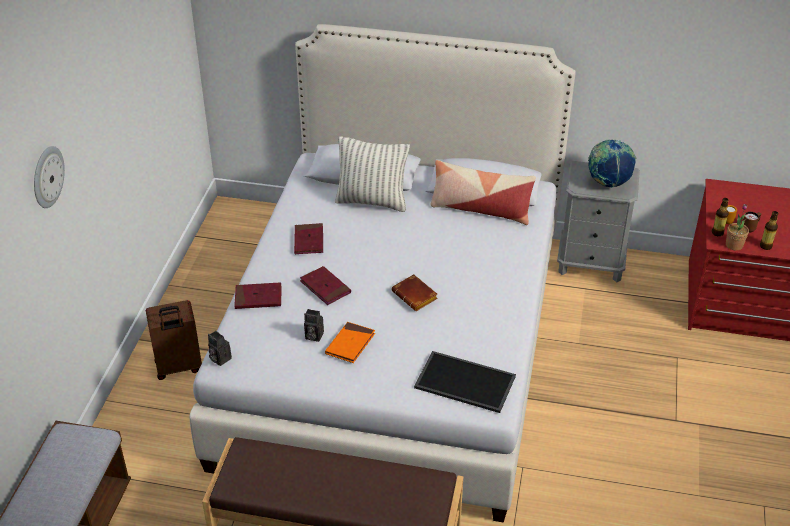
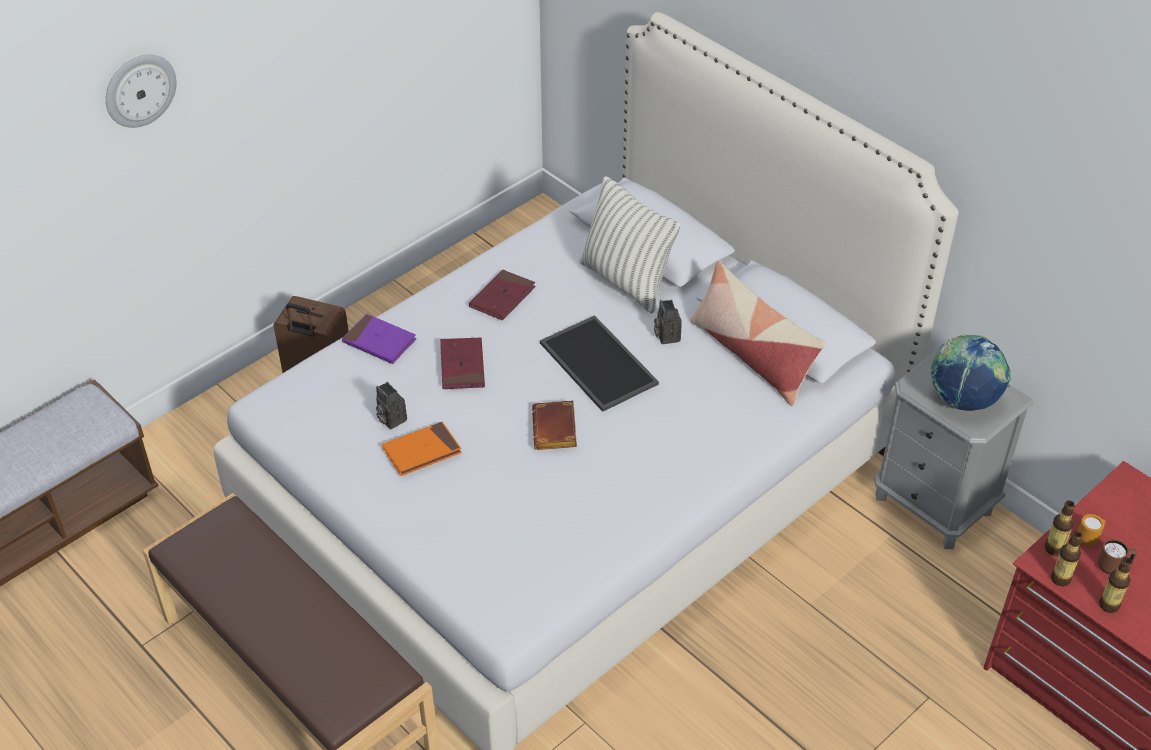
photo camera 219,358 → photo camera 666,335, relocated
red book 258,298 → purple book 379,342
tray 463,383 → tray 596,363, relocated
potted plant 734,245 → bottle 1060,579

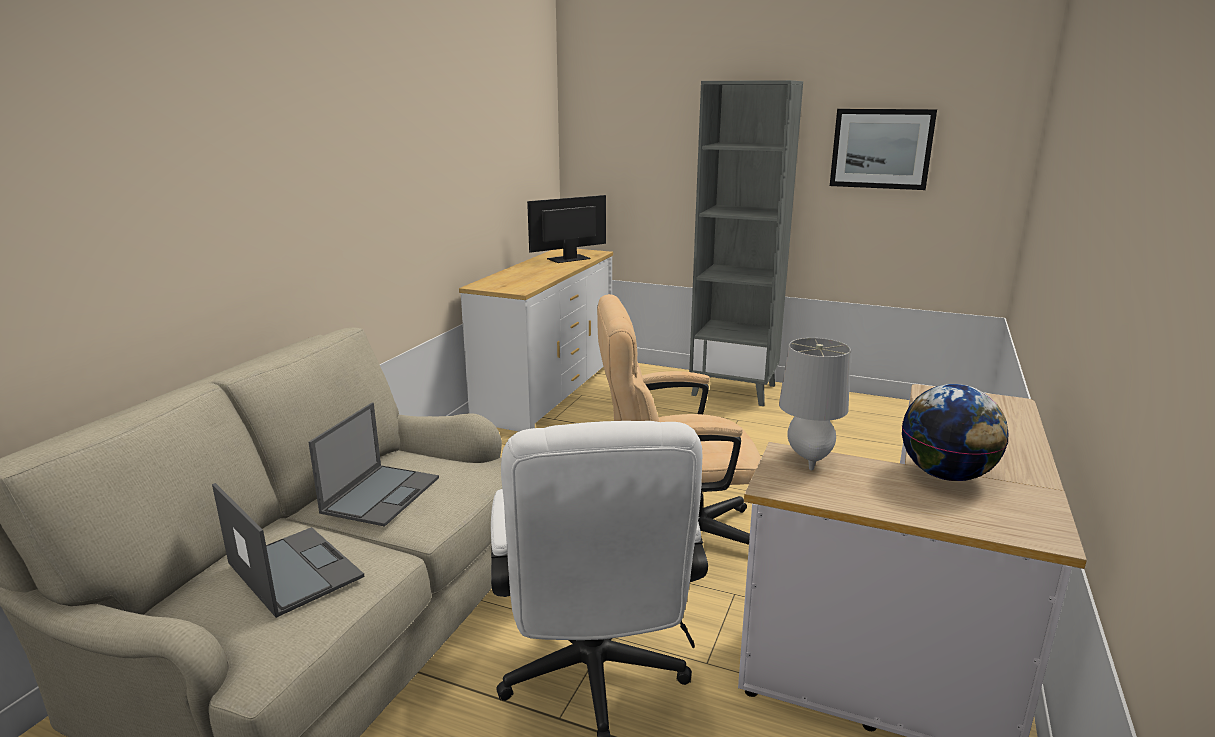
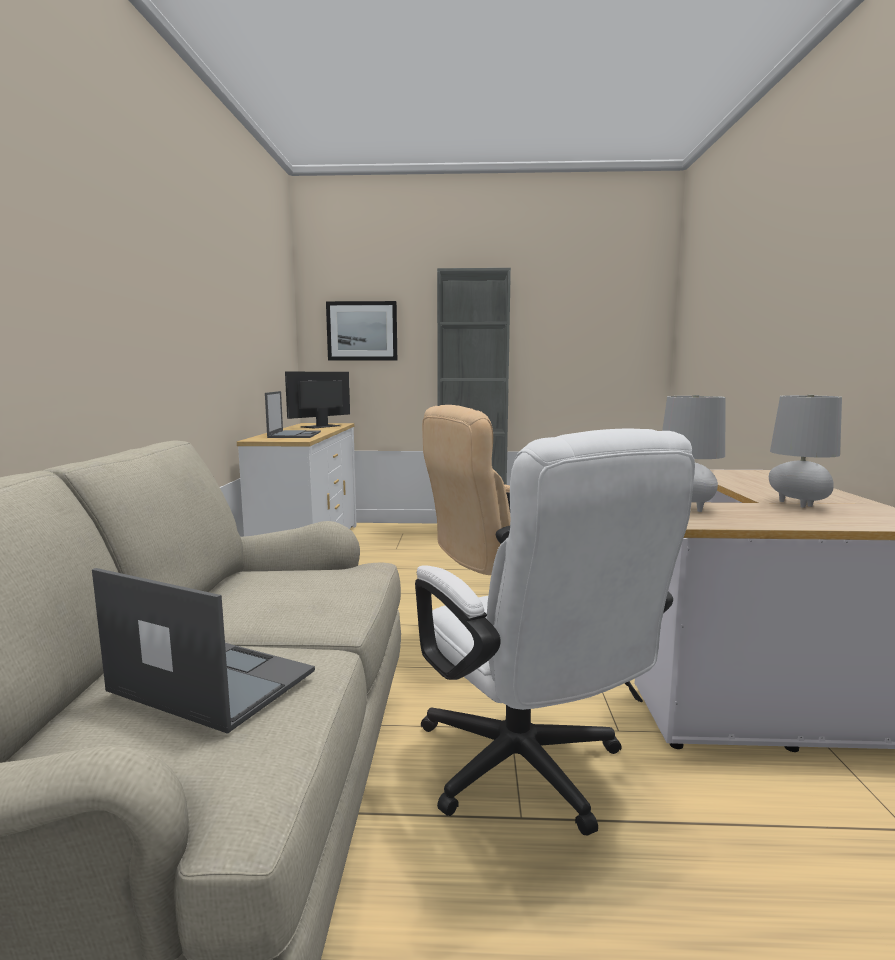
laptop 381,494 → laptop 295,435, relocated
picture 881,148 → picture 362,331, relocated
globe 946,475 → grey table lamp 798,504

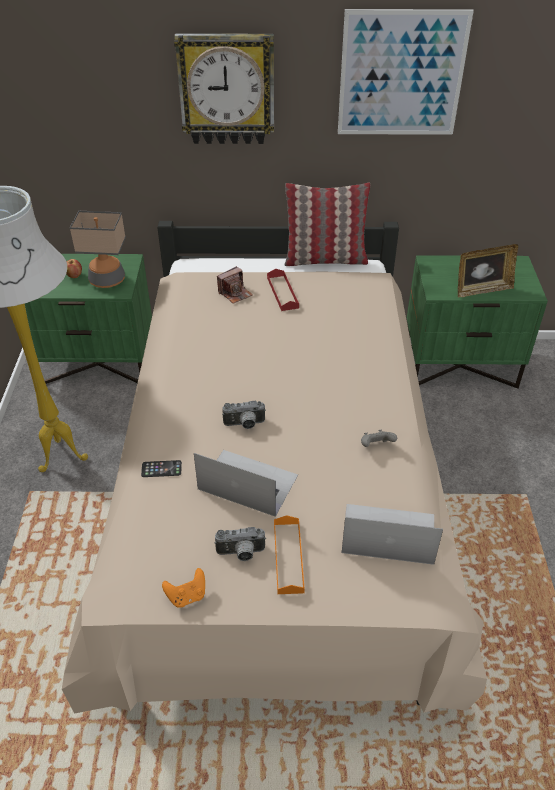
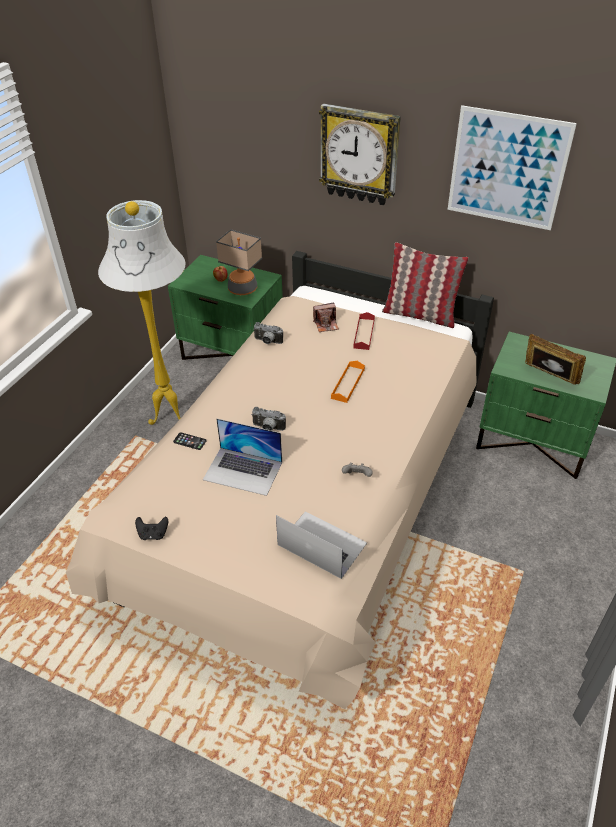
orange game controller 187,596 → black game controller 153,534
laptop 247,482 → laptop 243,471, 150 degrees clockwise
photo camera 241,554 → photo camera 267,342, relocated
orange tray 288,557 → orange tray 348,383, relocated
picture frame 482,290 → picture frame 548,377, 150 degrees counterclockwise

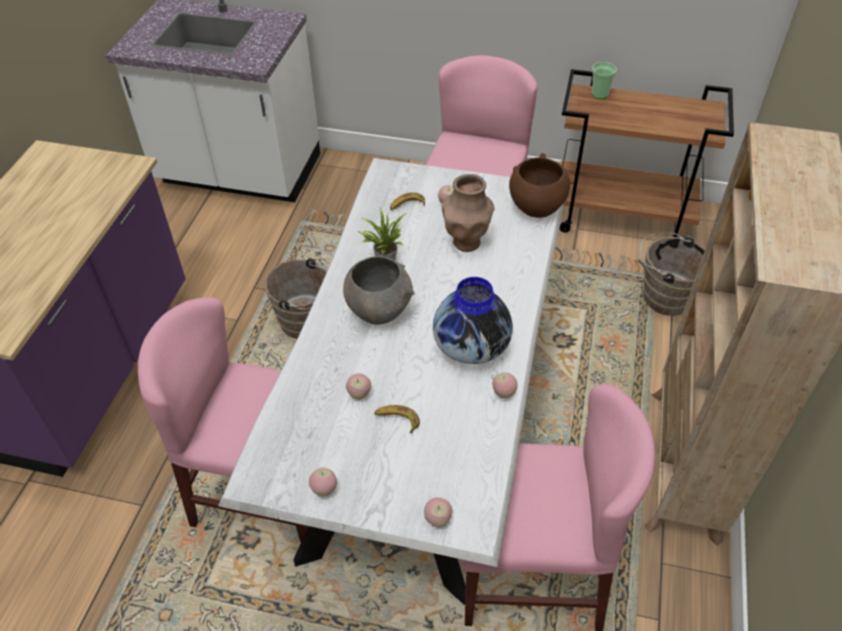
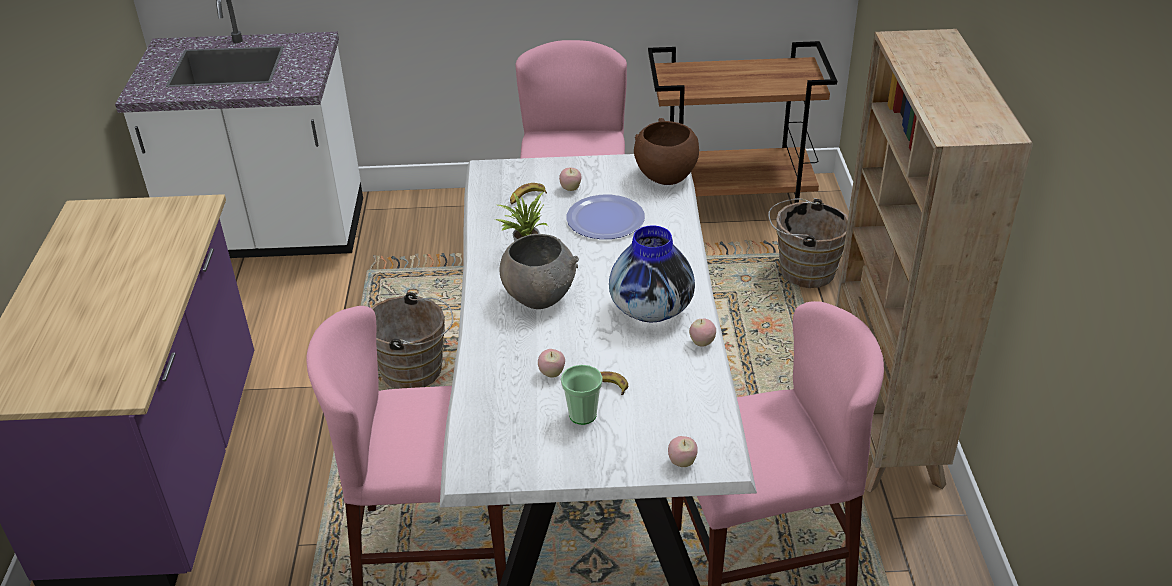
apple 324,489 → -
brown vase 466,241 → plate 605,219
cup 599,94 → cup 582,415, relocated

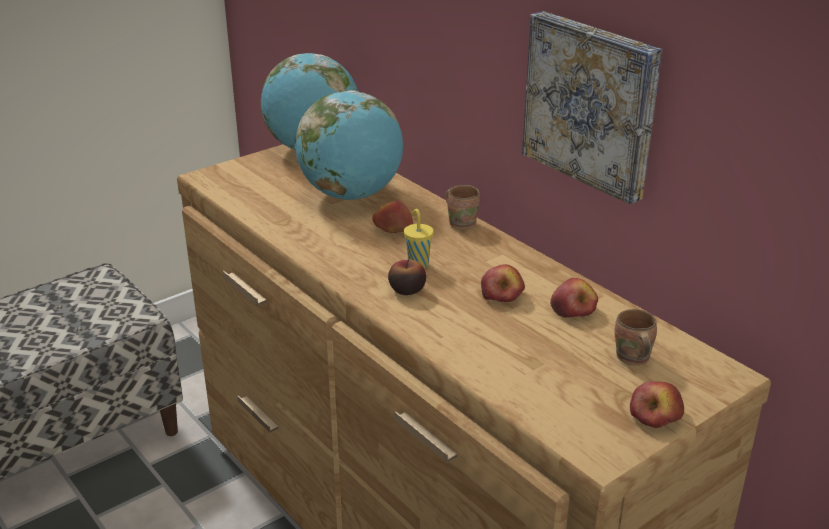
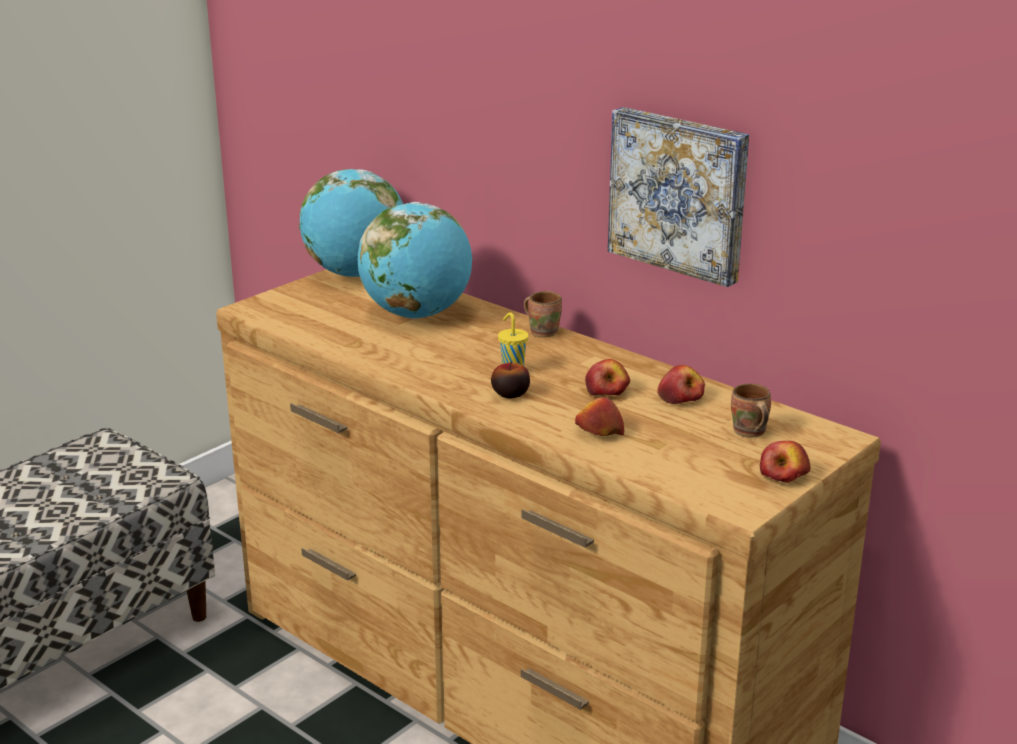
apple 392,229 → apple 599,431, relocated

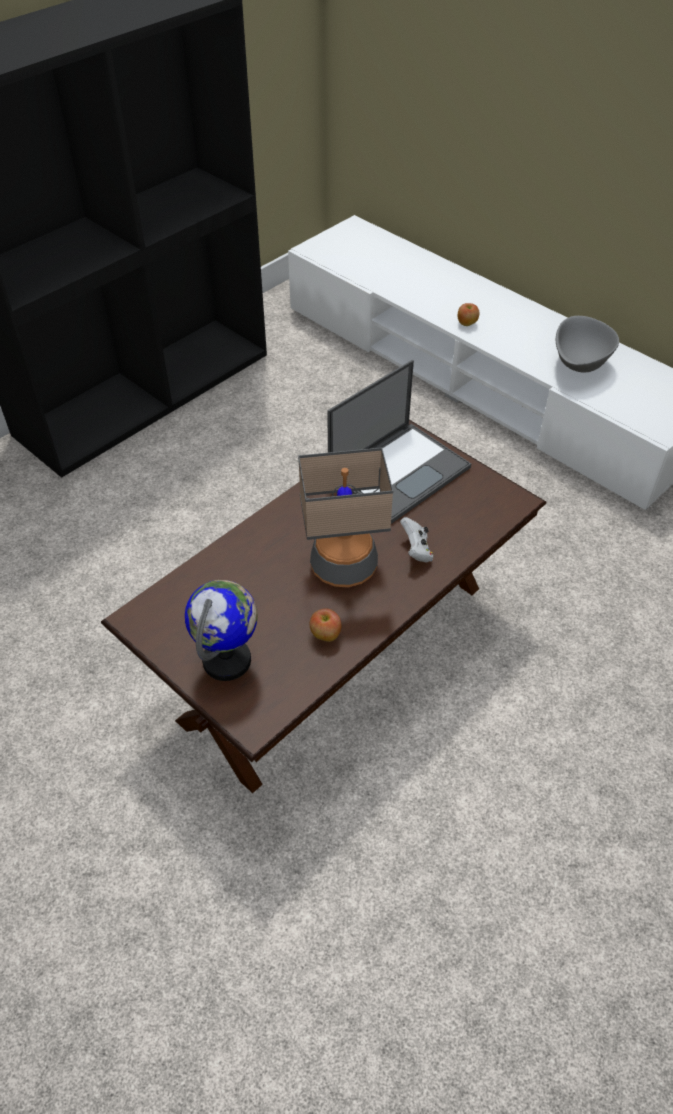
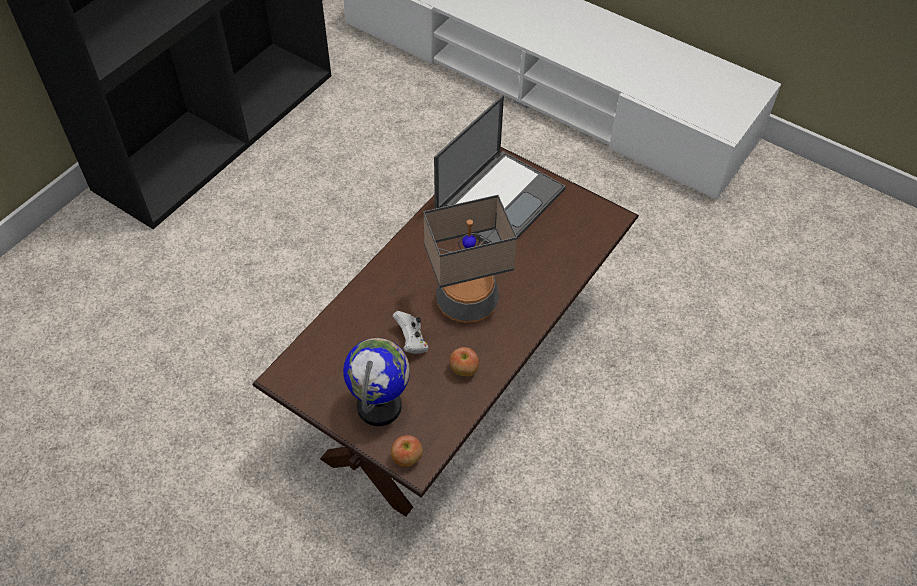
white game controller 416,550 → white game controller 411,341, relocated
apple 467,323 → apple 407,458, relocated
grey bowl 578,366 → -

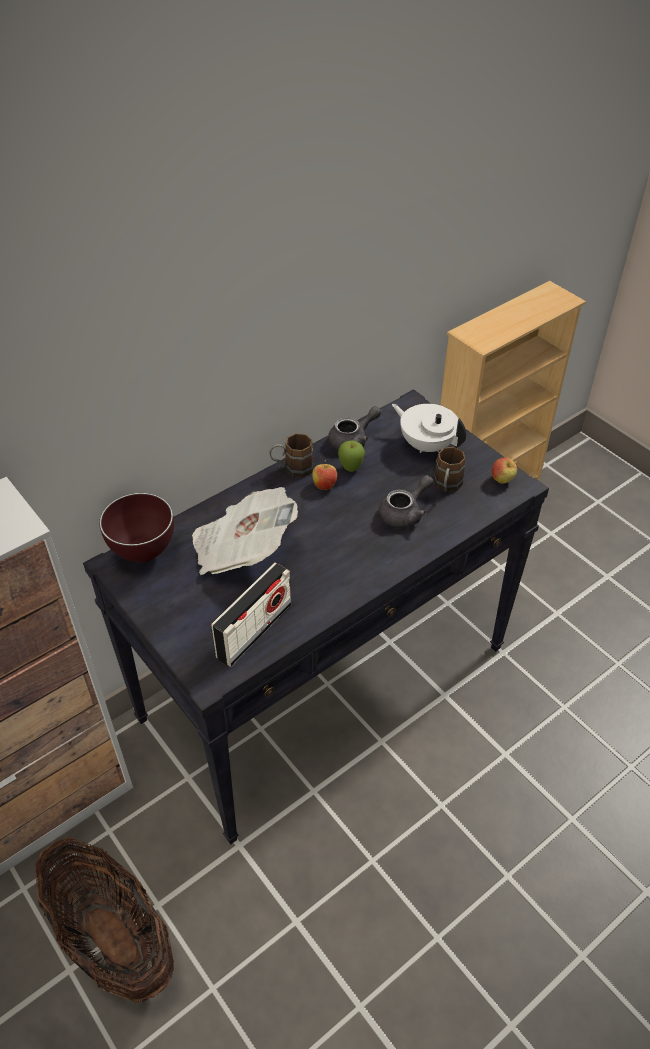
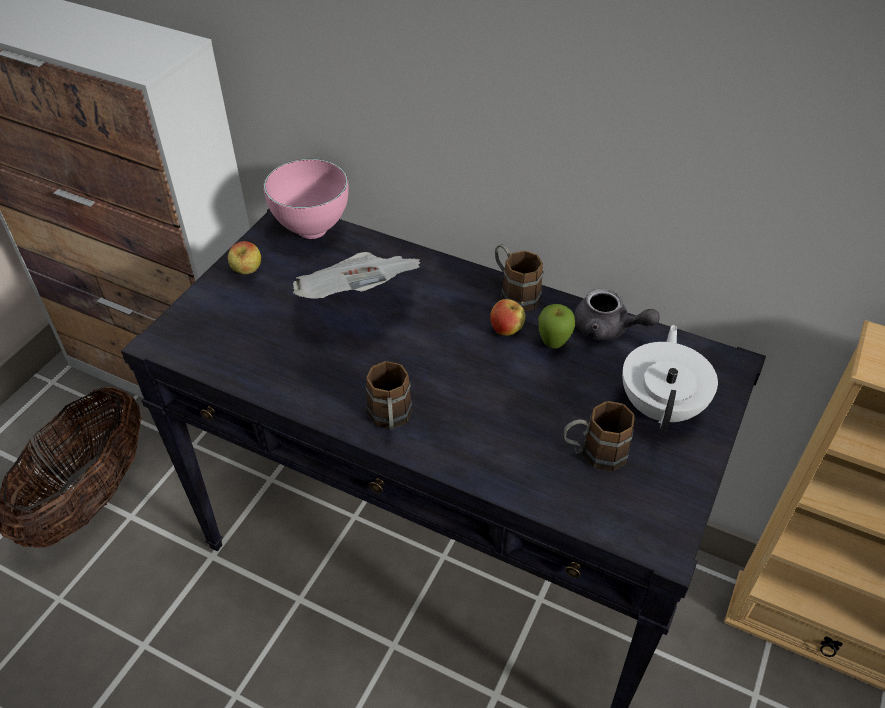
brown bowl 142,554 → pink bowl 310,231
radio 254,630 → -
grey teapot 405,513 → -
apple 502,480 → apple 247,272, relocated
- → brown mug 390,420

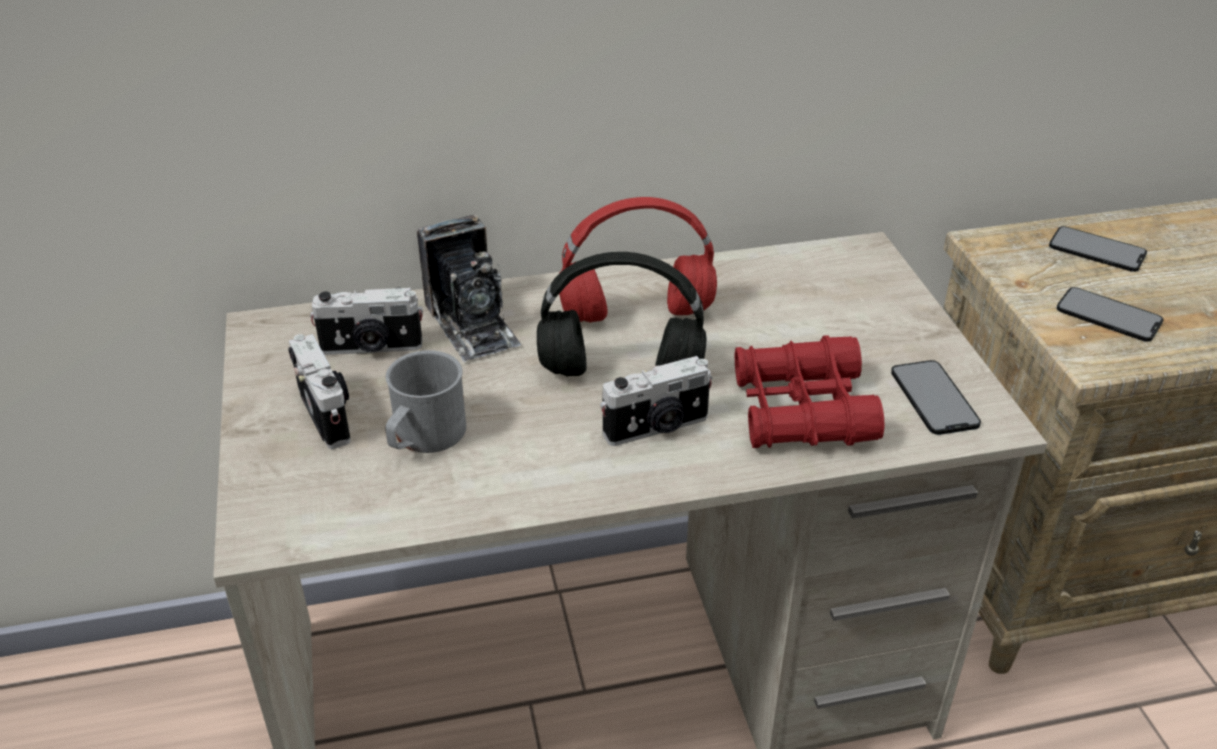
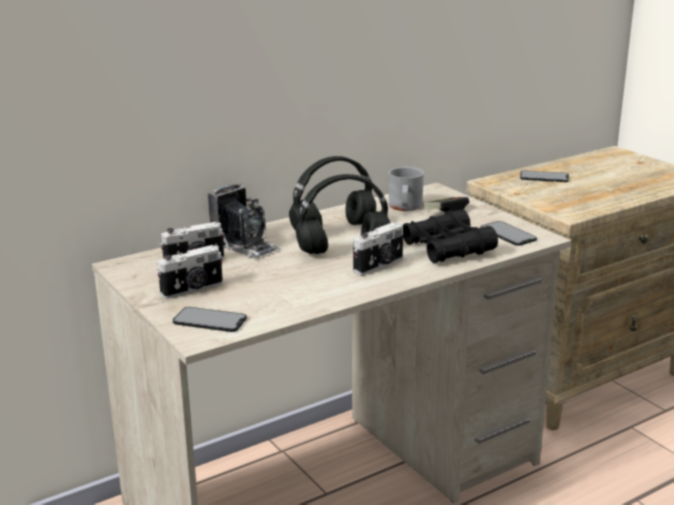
photo camera 327,413 → photo camera 193,289, 105 degrees clockwise
grey mug 424,438 → grey mug 405,207, relocated
red headphones 634,315 → black headphones 332,229
red binoculars 801,410 → black binoculars 447,248
phone 1109,315 → phone 209,320, relocated
- → game controller 445,211

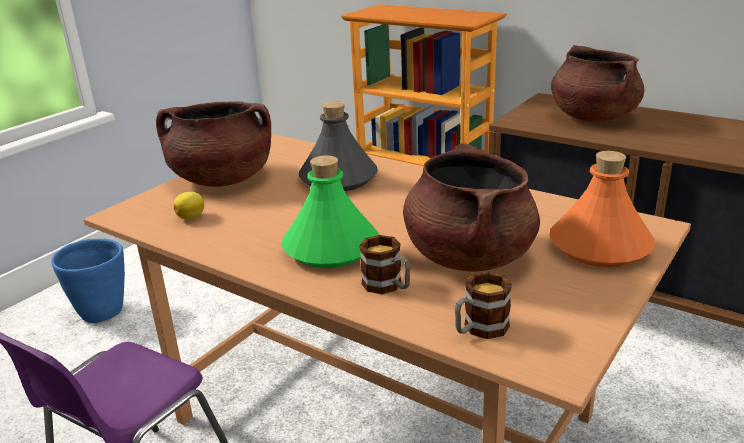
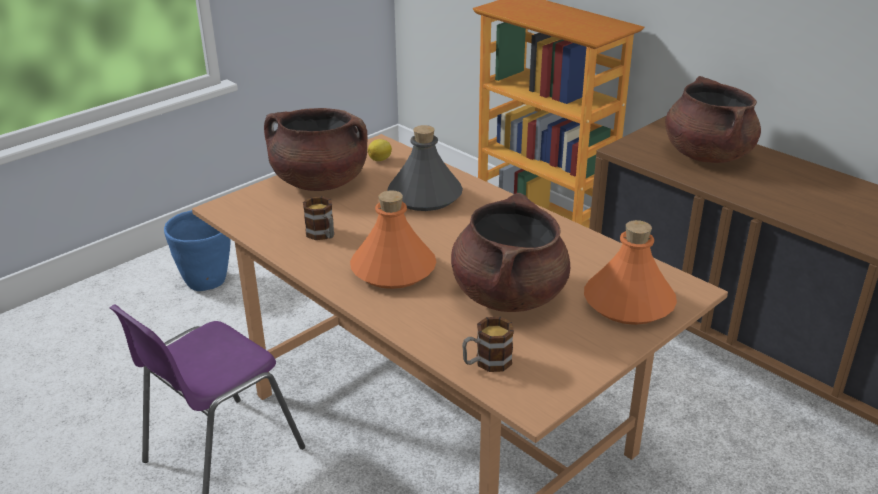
lemon 192,217 → lemon 380,159, relocated
green bottle 330,248 → orange bottle 393,269
mug 388,286 → mug 323,235, relocated

